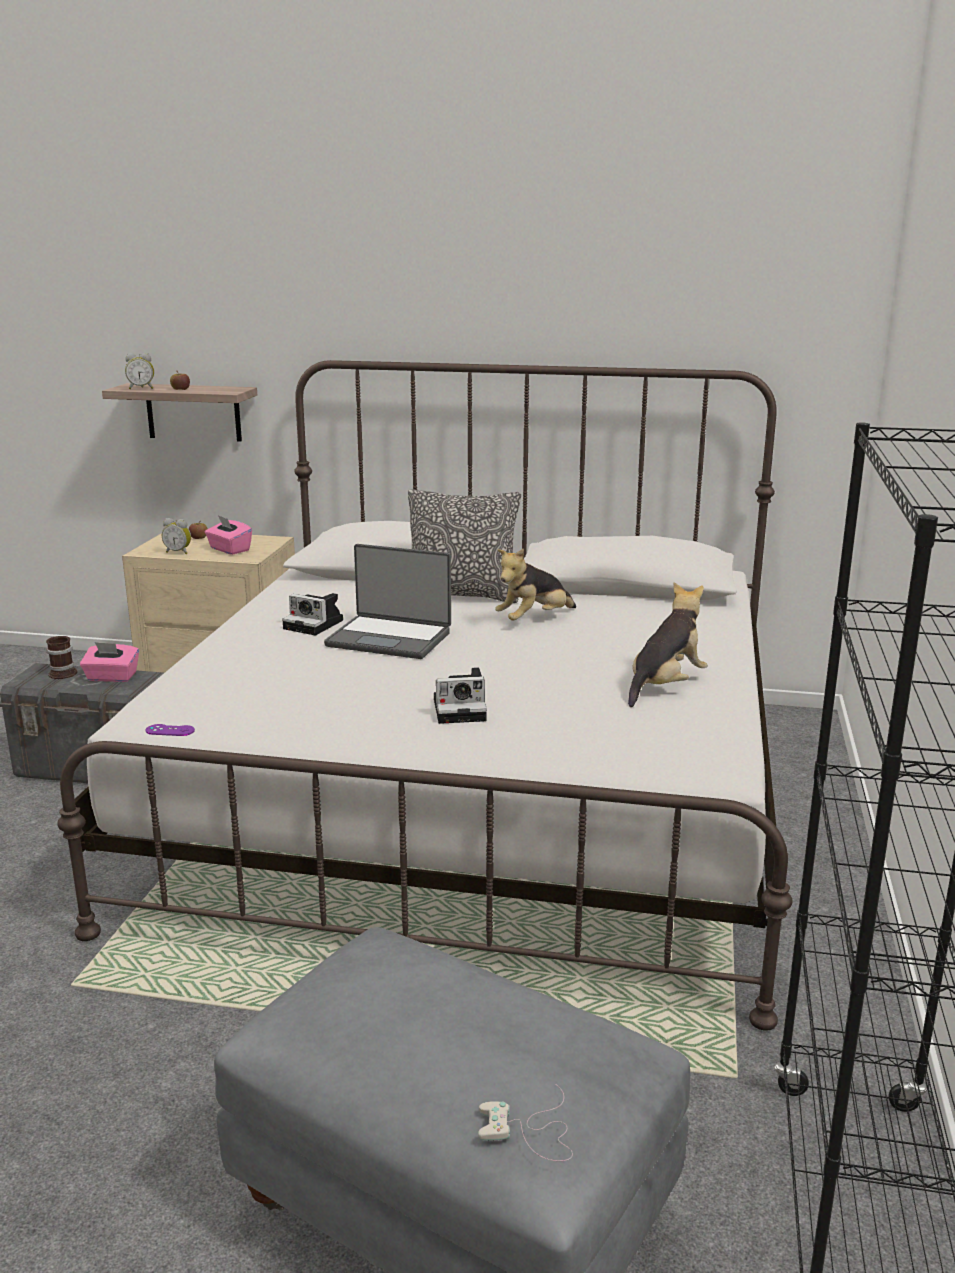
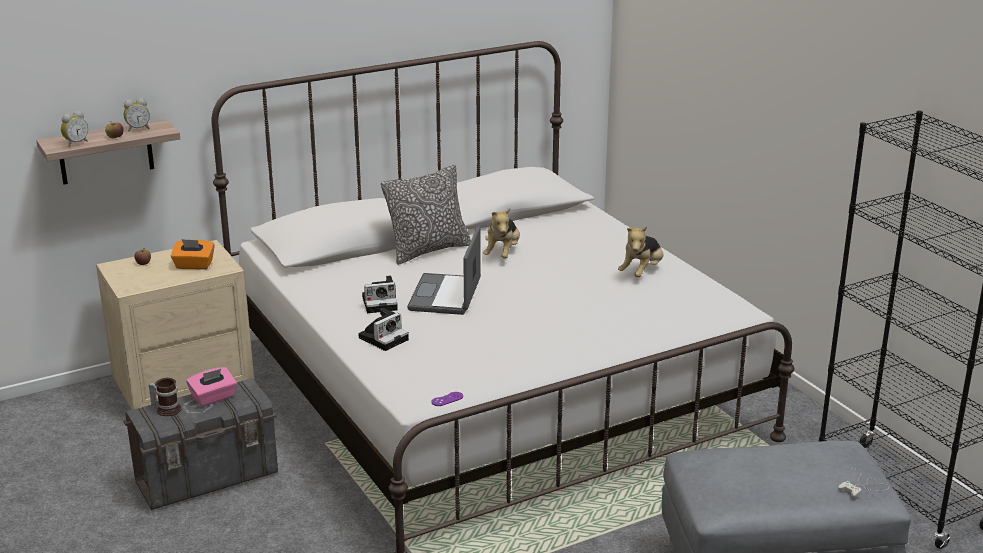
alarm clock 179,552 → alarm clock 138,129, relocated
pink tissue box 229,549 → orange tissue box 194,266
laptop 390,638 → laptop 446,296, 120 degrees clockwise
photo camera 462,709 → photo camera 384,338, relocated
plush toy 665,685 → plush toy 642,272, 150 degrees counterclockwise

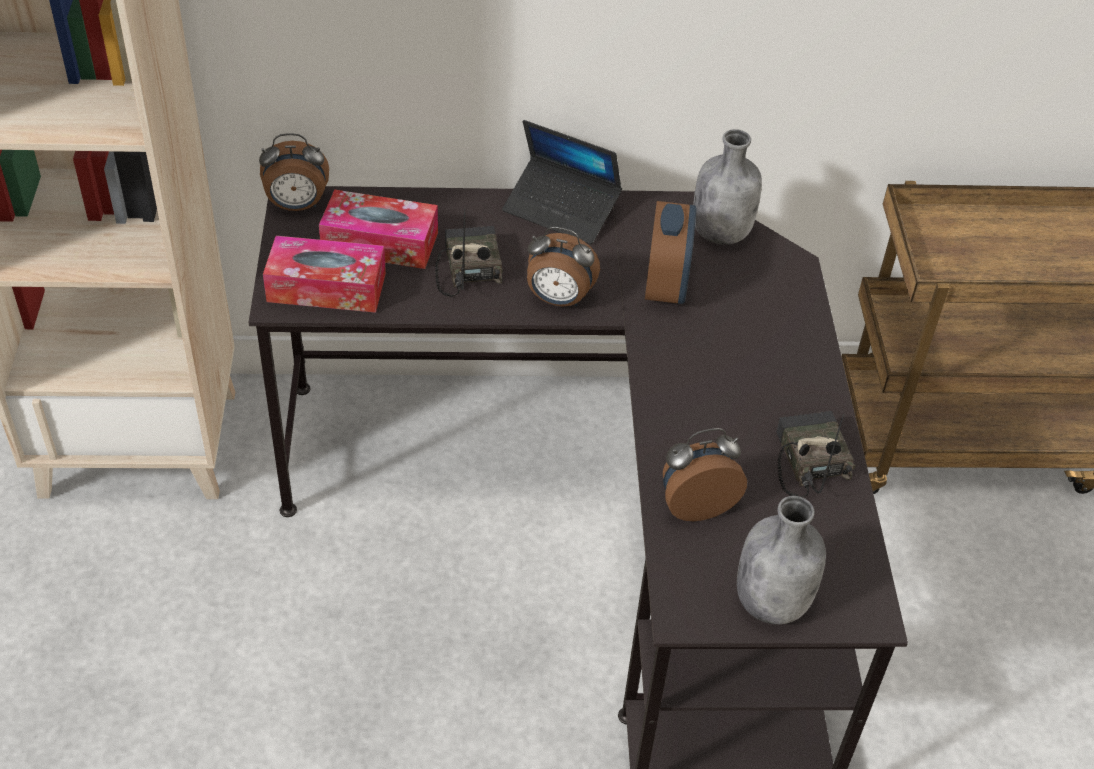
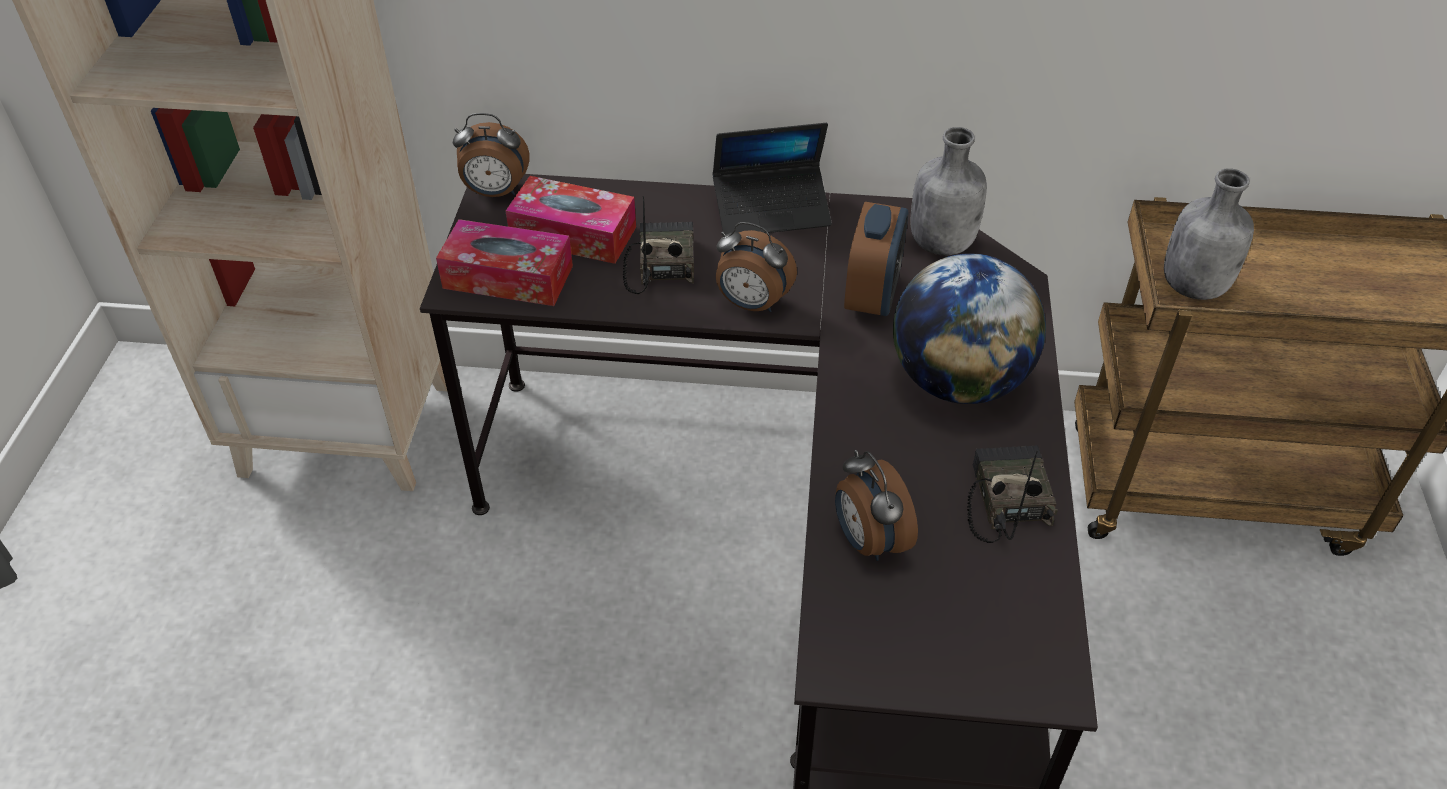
laptop 561,210 → laptop 771,210, 45 degrees counterclockwise
alarm clock 696,504 → alarm clock 868,540, 105 degrees counterclockwise
grey bottle 772,601 → grey bottle 1194,286, relocated
- → globe 958,381

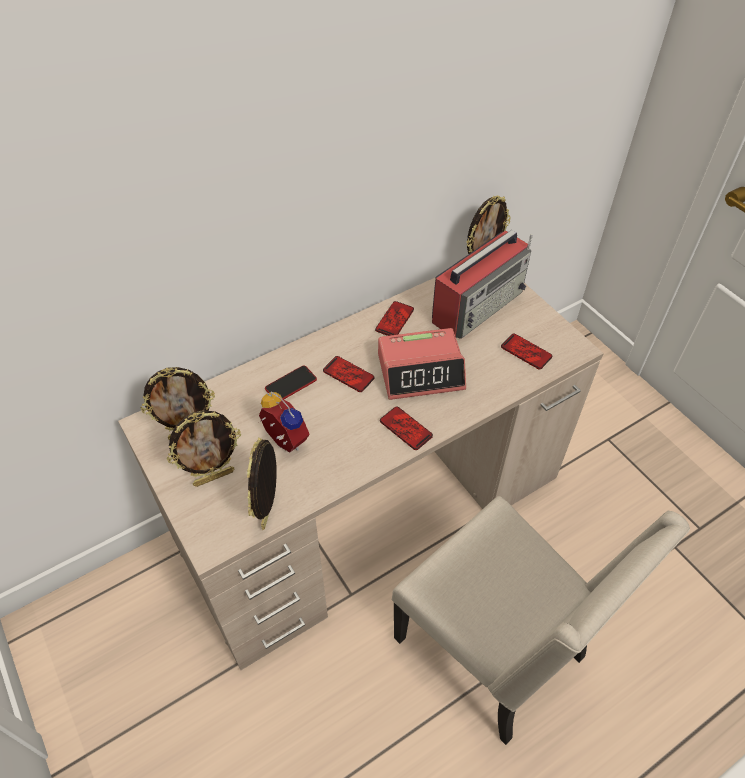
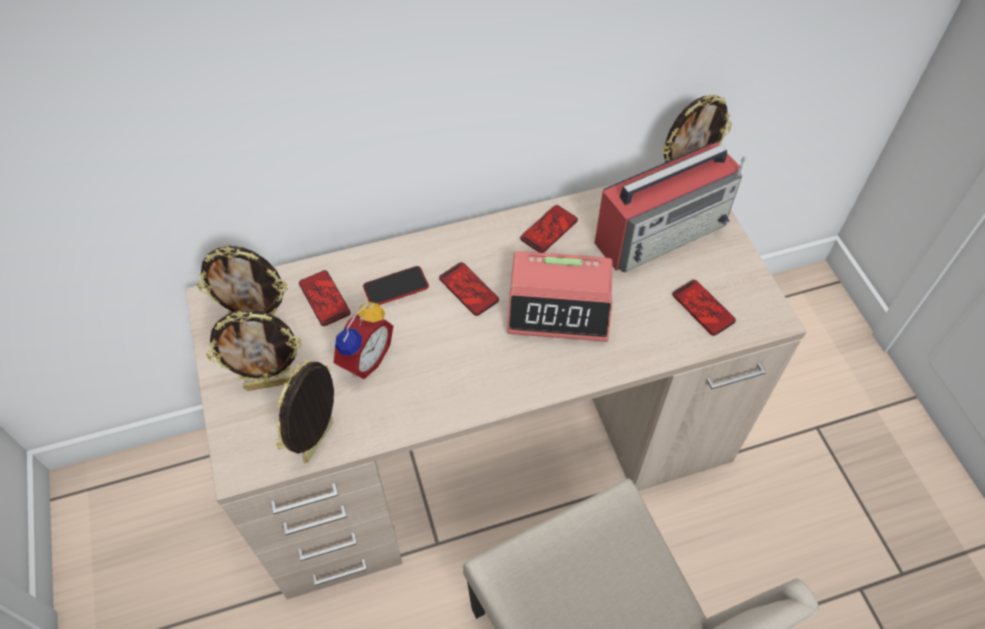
alarm clock 283,442 → alarm clock 363,358, 60 degrees clockwise
phone 406,428 → phone 324,298, relocated

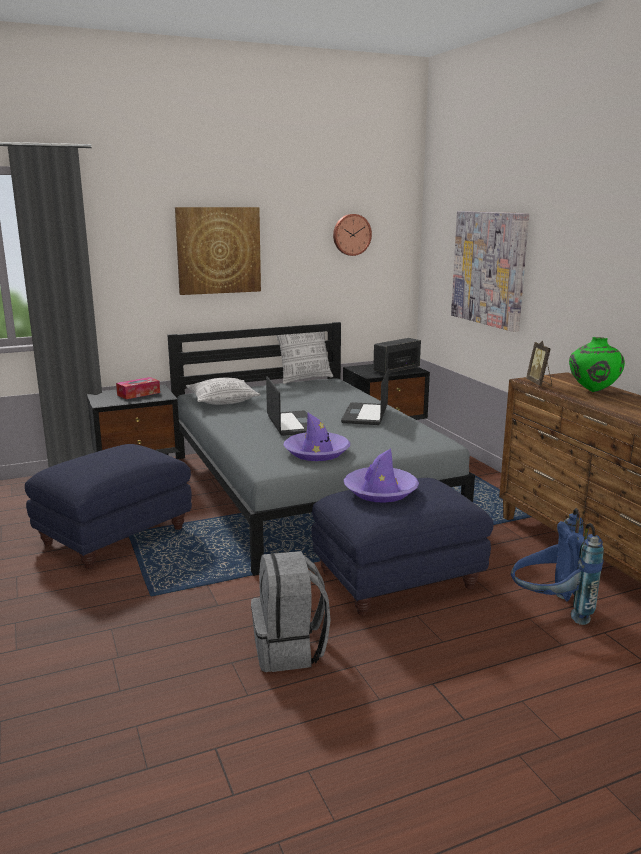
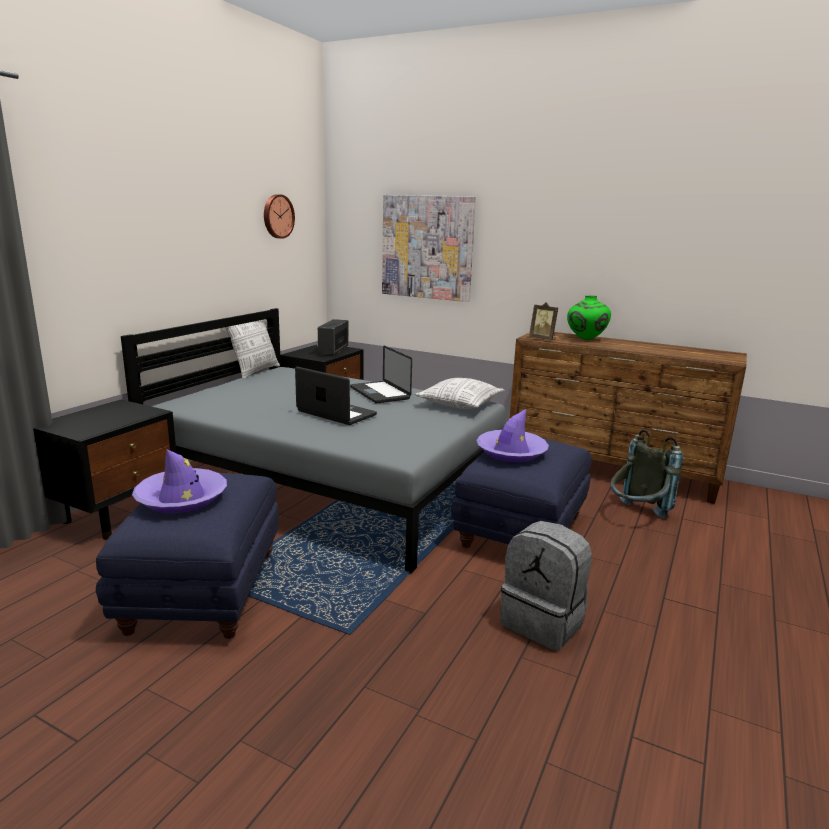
tissue box 138,394 → -
picture 218,250 → -
pillow 222,401 → pillow 460,404, relocated
purple hat 317,452 → purple hat 181,498, relocated
blue backpack 549,610 → grey backpack 636,516

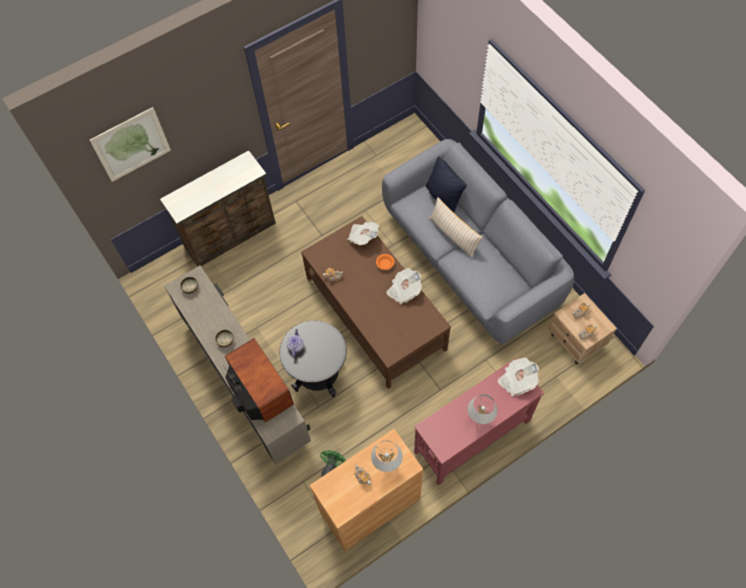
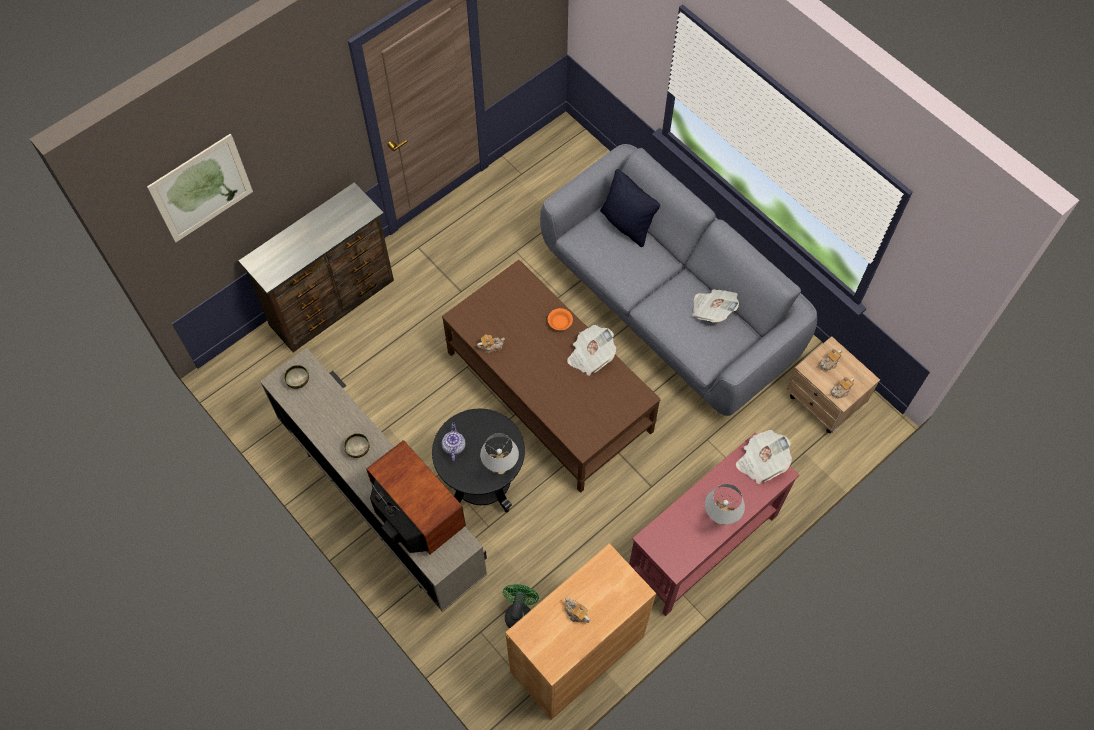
newspaper 363,236 → newspaper 712,310, relocated
white table lamp 387,466 → white table lamp 500,470, relocated
beige pillow 453,235 → -

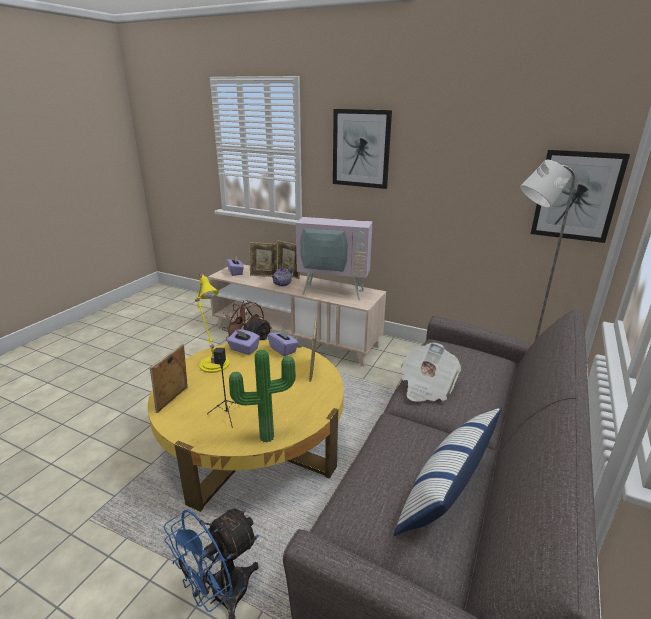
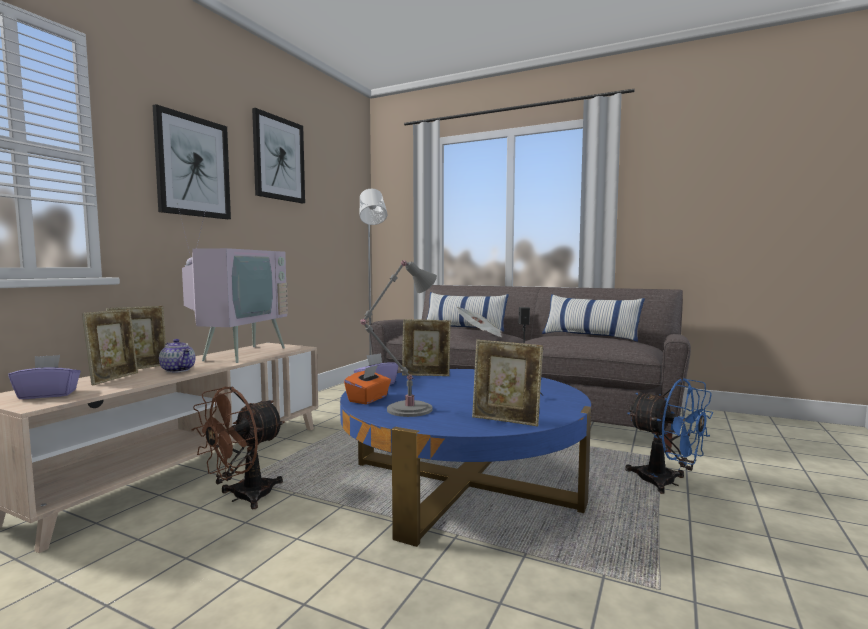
yellow coffee table 253,443 → blue coffee table 463,483
yellow table lamp 213,363 → grey table lamp 405,410
purple tissue box 244,349 → orange tissue box 368,399
potted plant 266,435 → -
picture 576,196 → picture 278,159, relocated
- → pillow 465,328

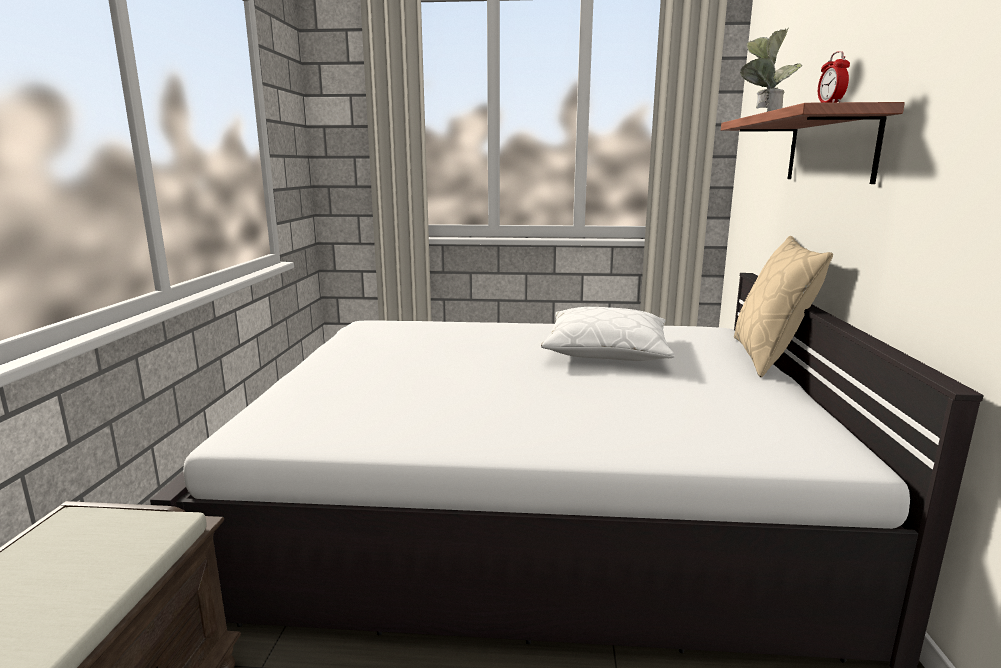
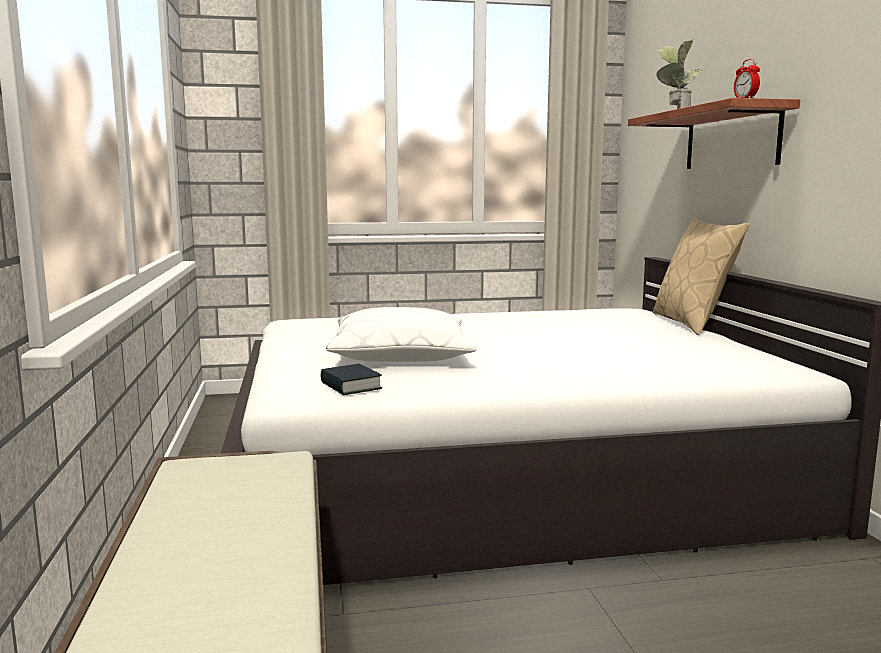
white pillow 607,350 → white pillow 400,354, relocated
- → book 350,386

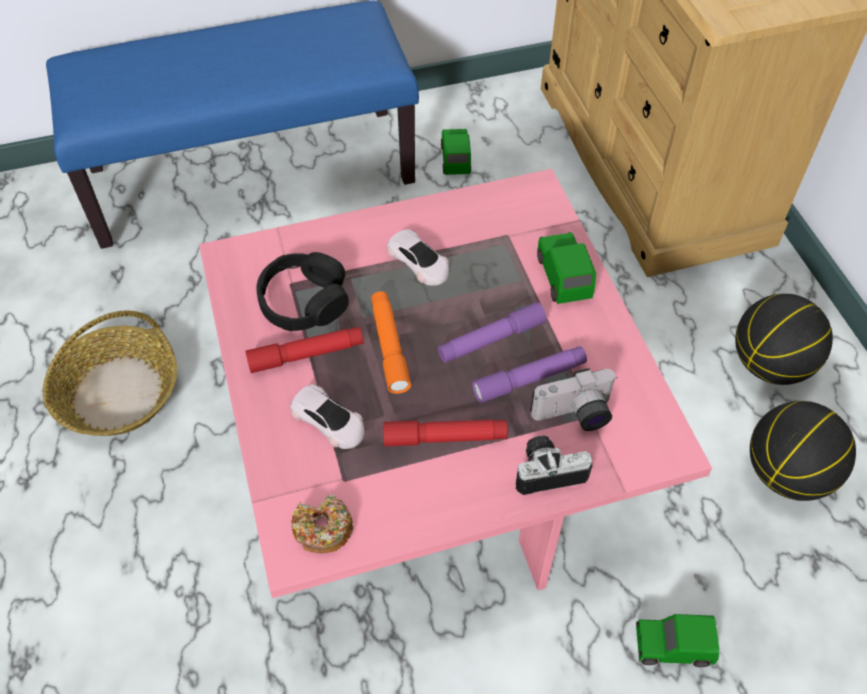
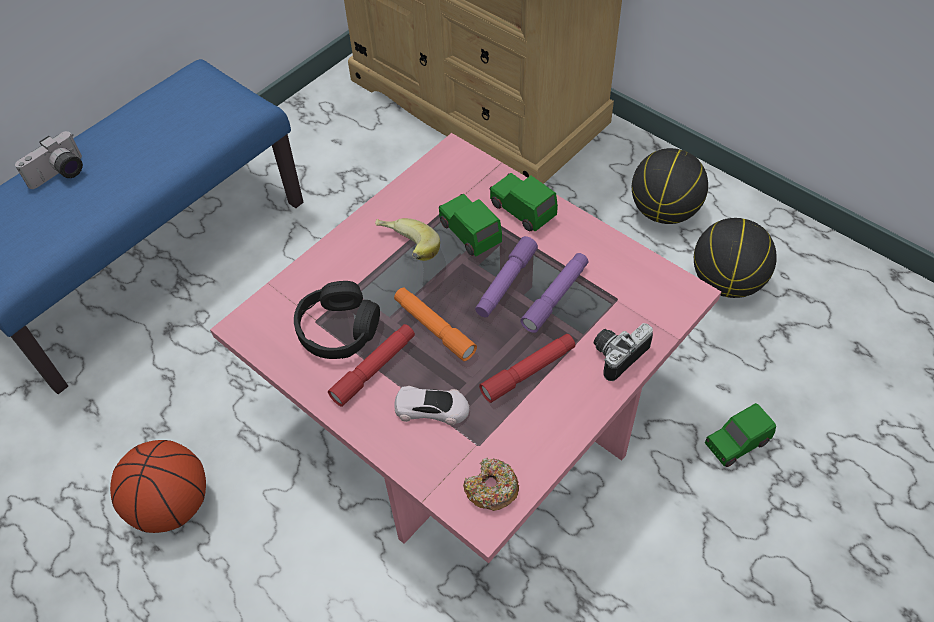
basket 118,392 → basketball 172,505
white toy car 419,262 → banana 406,252
green toy car 455,159 → green toy car 470,233, relocated
photo camera 575,416 → photo camera 60,175, relocated

